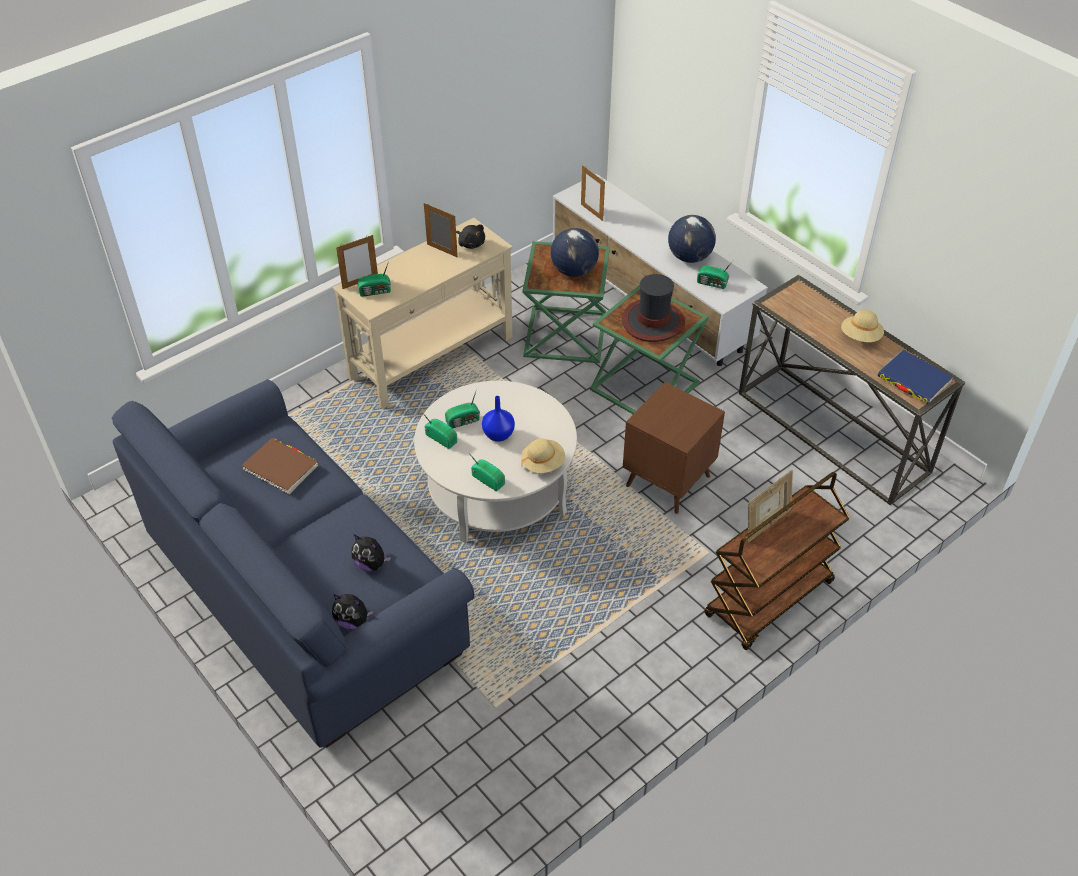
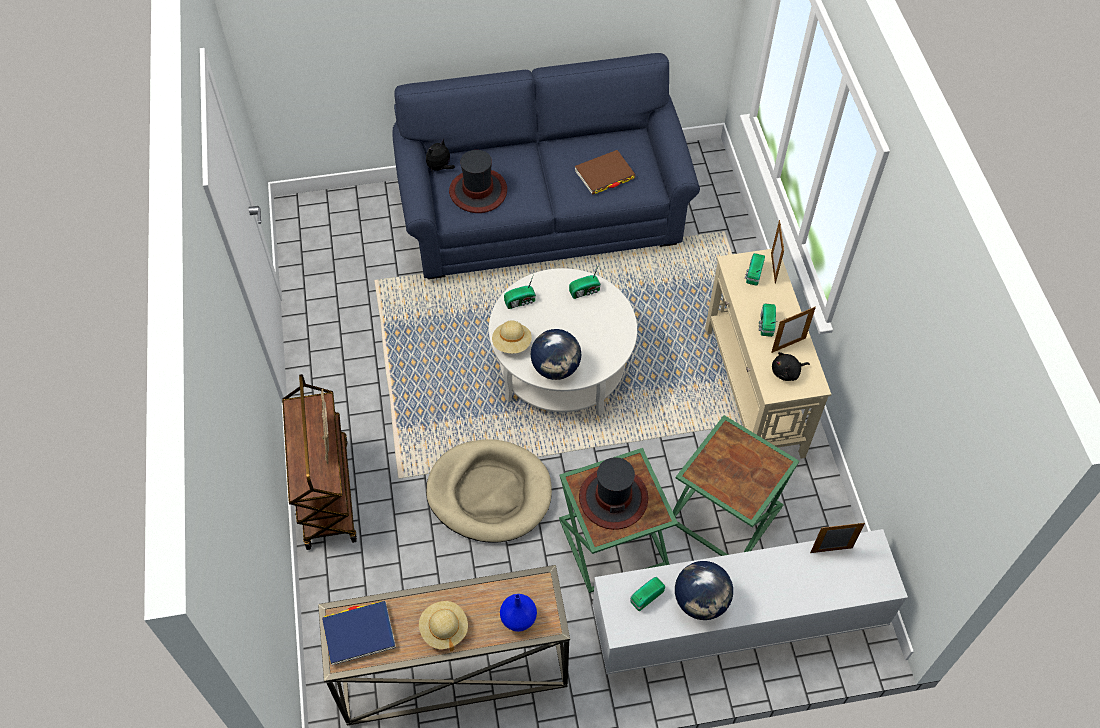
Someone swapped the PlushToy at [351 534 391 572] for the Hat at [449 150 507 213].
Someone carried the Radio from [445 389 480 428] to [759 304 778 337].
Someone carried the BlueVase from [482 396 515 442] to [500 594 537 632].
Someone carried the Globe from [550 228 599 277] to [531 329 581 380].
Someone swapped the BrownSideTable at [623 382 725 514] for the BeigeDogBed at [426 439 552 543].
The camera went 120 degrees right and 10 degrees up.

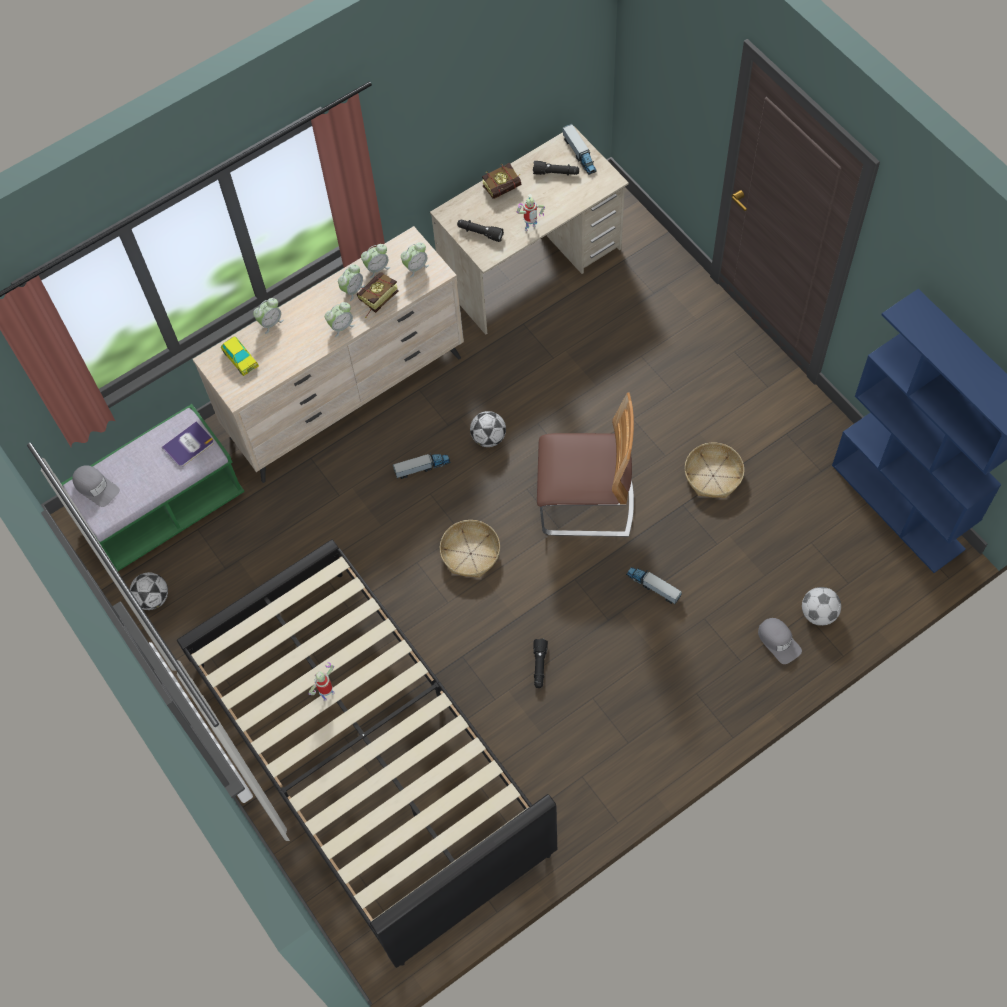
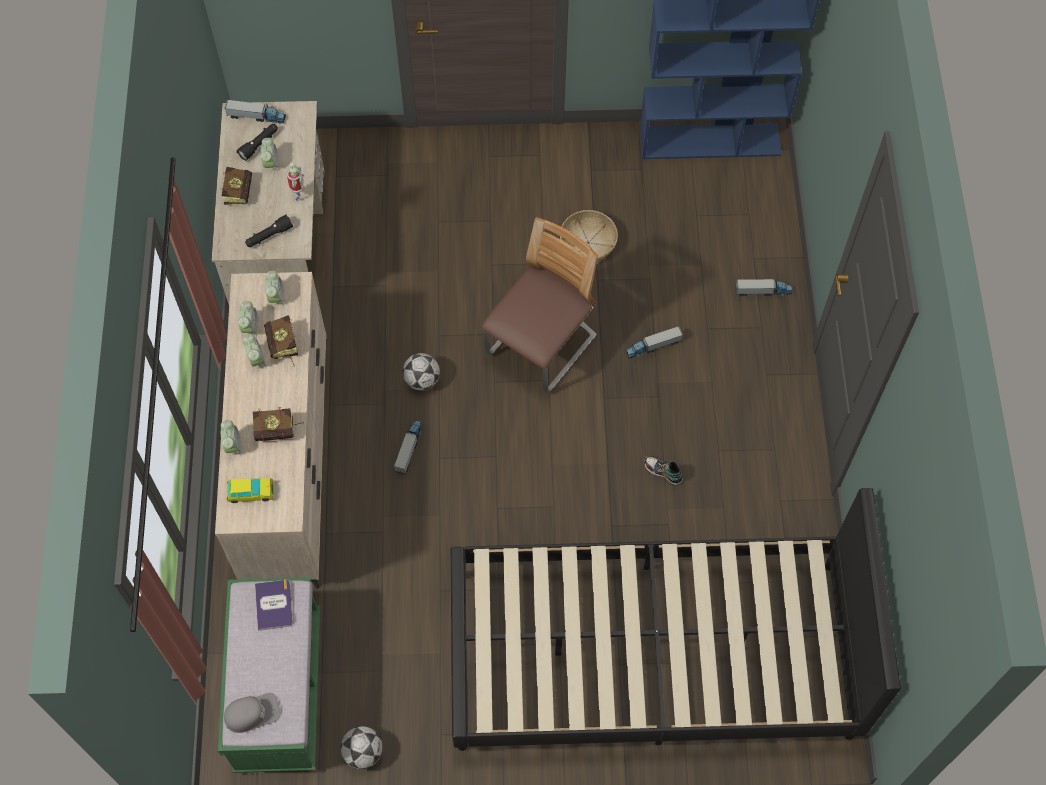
Someone took away the ToyRobot at [308 662 335 701].
Someone carried the AlarmClock from [325 302 355 337] to [261 138 279 174].
Someone took away the Basket at [440 520 500 578].
Someone swapped the BlackFlashlight at [533 639 548 688] for the Shoe at [644 456 683 485].
Someone swapped the GreyCap at [758 618 802 664] for the ToyTruck at [735 279 792 296].
Someone took away the Football at [802 587 841 626].
Someone put down the Book at [253 407 304 441].
The camera went 60 degrees left and 0 degrees up.

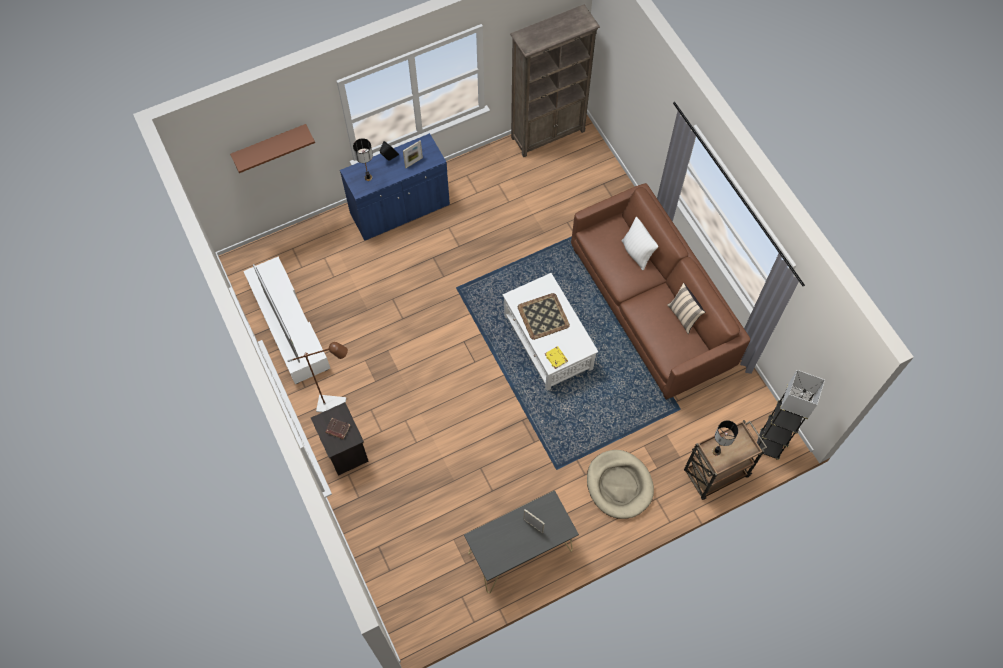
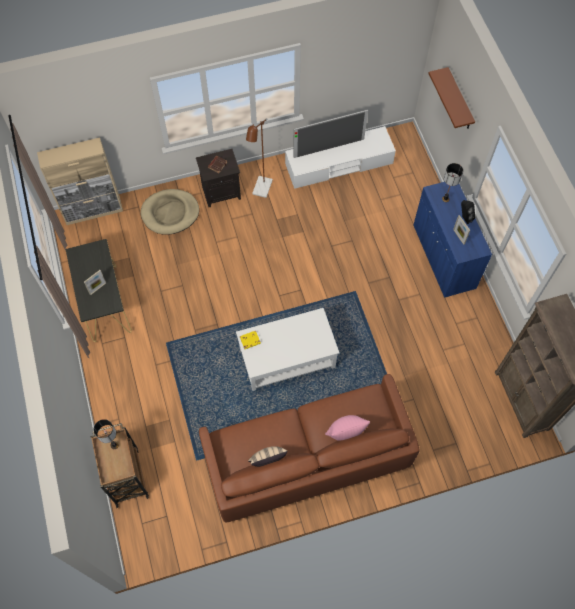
Someone took away the Tray at [518 293 570 340].
Someone carried the BeigeDogBed from [587 450 654 519] to [141 189 199 235].
Someone repainted the WhitePillow at [622 217 658 270], which became the PinkPillow at [325 415 370 441].
Someone took away the GreyFloorLamp at [757 370 825 460].
Someone put down the BeigeCabinet at [37 137 123 225].
The camera went 100 degrees right and 0 degrees up.

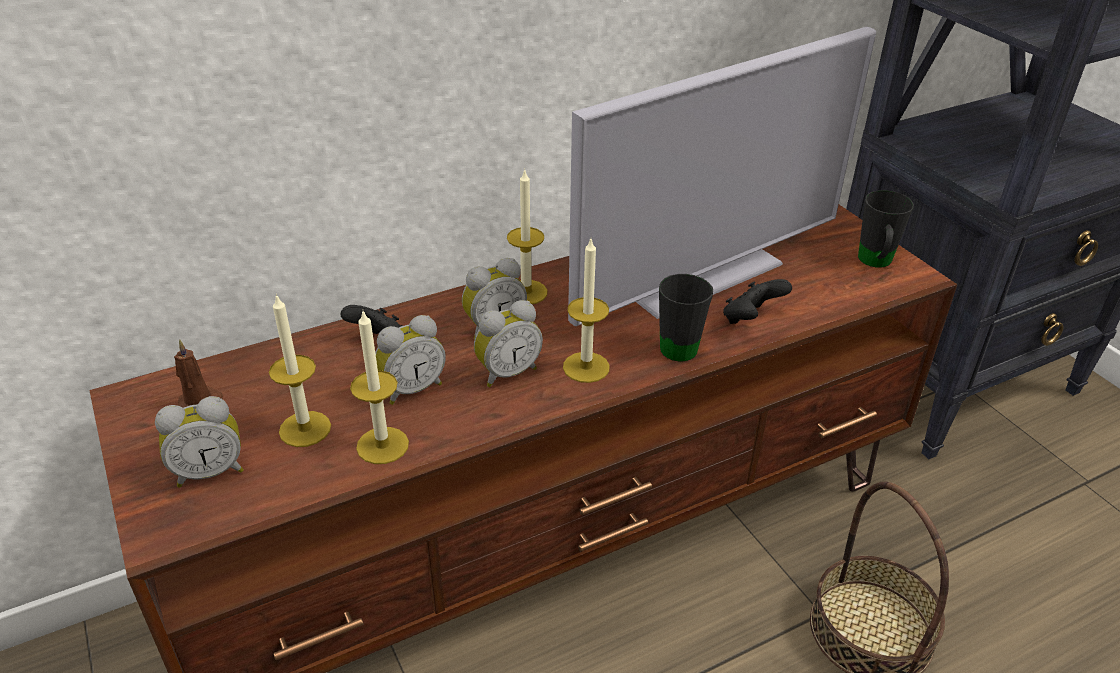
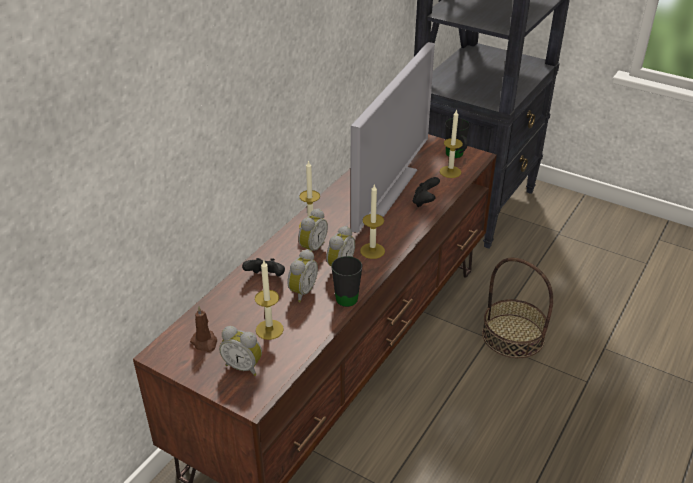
Someone rotated the AlarmClock at [155 396 244 488] by 75 degrees clockwise.
Someone carried the Candle from [350 312 409 464] to [440 109 463 178].
Someone carried the BlackMug from [659 274 713 361] to [331 256 362 307].
The camera went 30 degrees left and 0 degrees up.

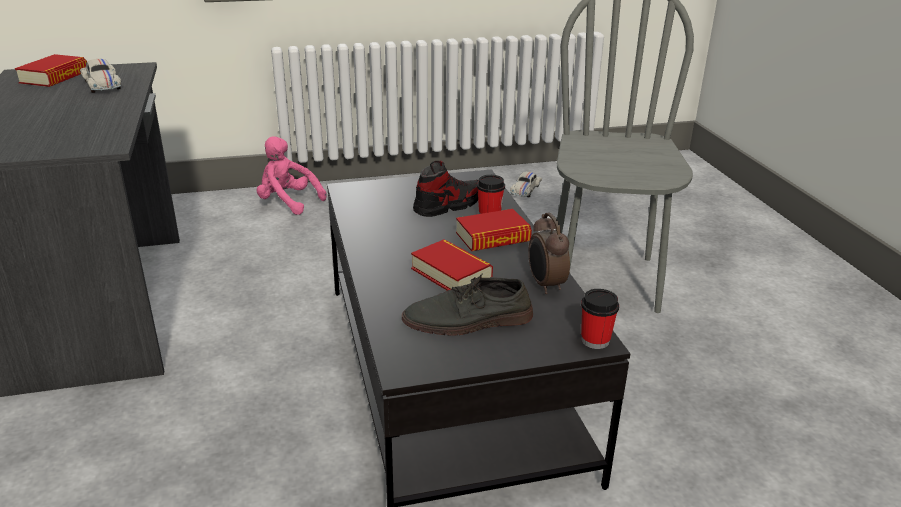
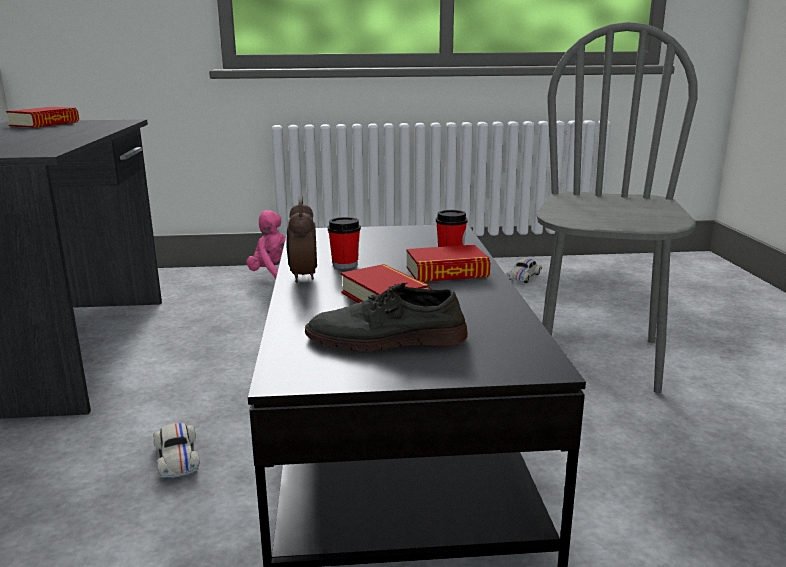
Someone carried the WhiteToyCar from [80 59 121 93] to [153 423 200 478].
Someone took away the Shoe at [413 161 479 217].
Someone carried the AlarmClock from [528 213 570 294] to [287 196 317 282].
Someone carried the Cup from [581 289 619 349] to [328 217 361 269].
The camera went 10 degrees right and 10 degrees down.

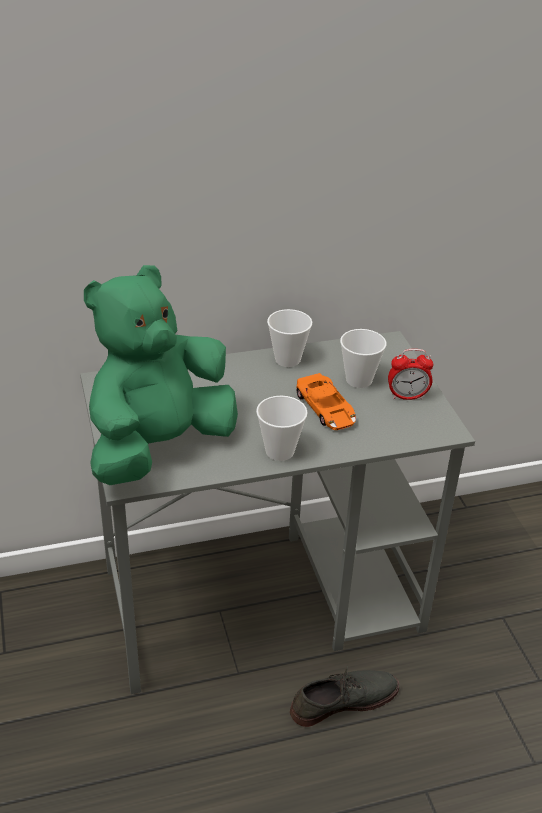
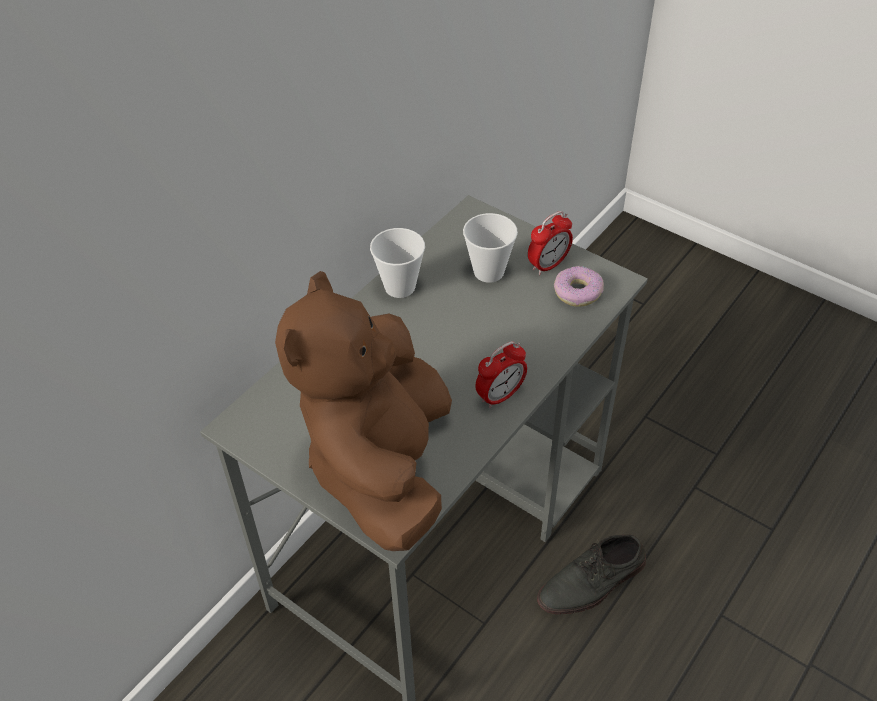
Someone repainted the GreenPlushToy at [84 265 238 485], which became the BrownPlushToy at [275 271 452 551].
Someone swapped the Cup at [256 396 308 461] for the AlarmClock at [475 341 527 408].
Someone rotated the GreyShoe at [290 666 399 727] by 150 degrees counterclockwise.
Someone took away the OrangeToyCar at [296 373 356 430].
Someone put down the Donut at [554 266 604 307].
The camera went 35 degrees left and 10 degrees up.

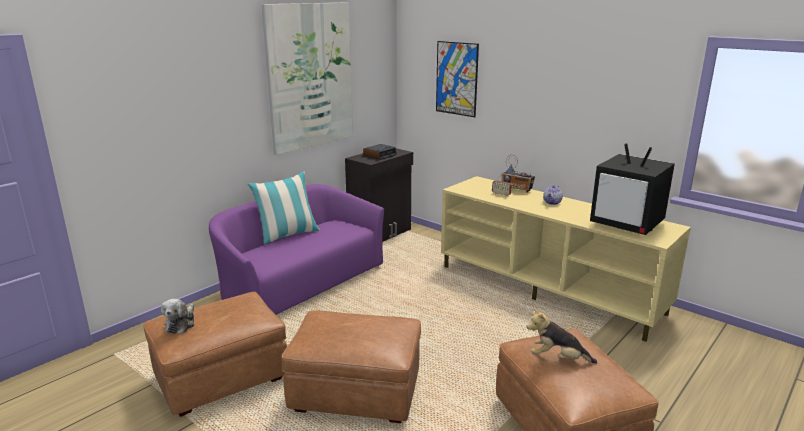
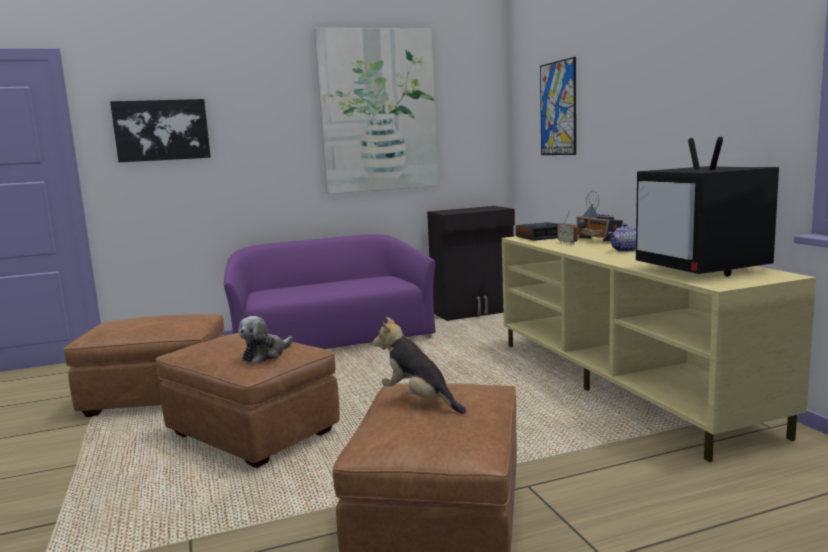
Someone carried the PlushToy from [161 299 195 334] to [238 316 293 363].
Someone took away the Pillow at [248 172 320 244].
Someone carried the AlarmClock from [363 144 397 160] to [516 222 557 241].
Someone put up the Picture at [110 99 211 162].
The camera went 30 degrees right and 10 degrees down.

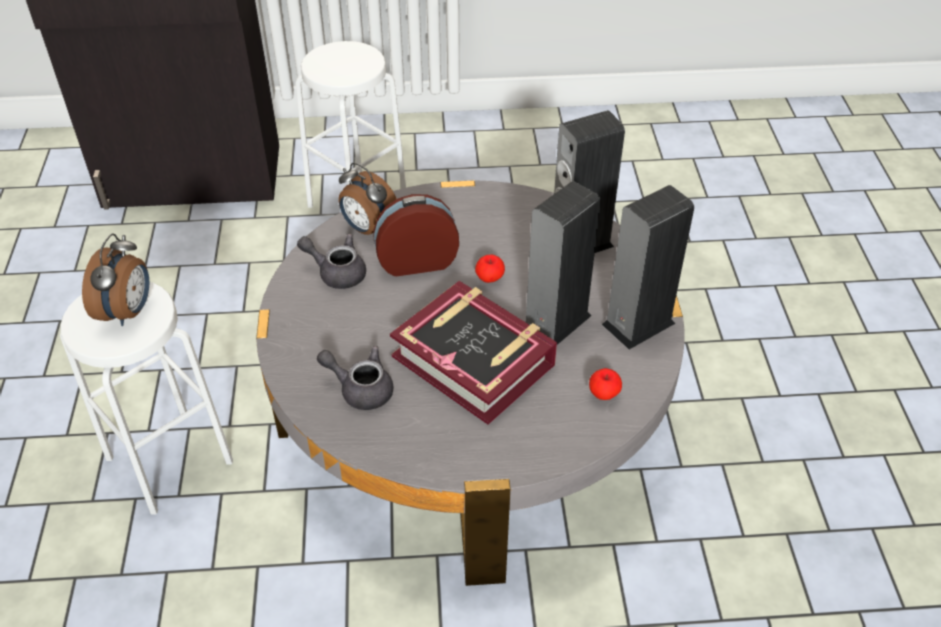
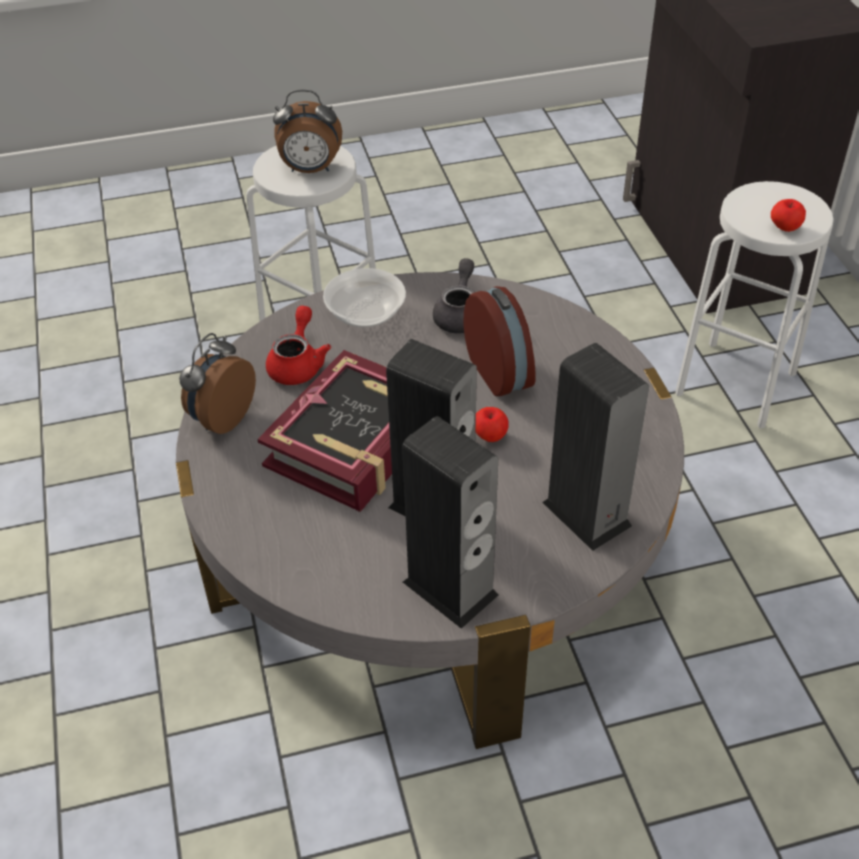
Someone repainted the GreyTeapot at [317 346 393 410], which became the RedTeapot at [266 306 331 385].
Someone carried the AlarmClock from [339 163 397 235] to [179 333 256 434].
Someone carried the Apple from [589 368 622 400] to [771 199 806 232].
Someone put down the Bowl at [323 268 406 327].
The camera went 80 degrees right and 0 degrees up.

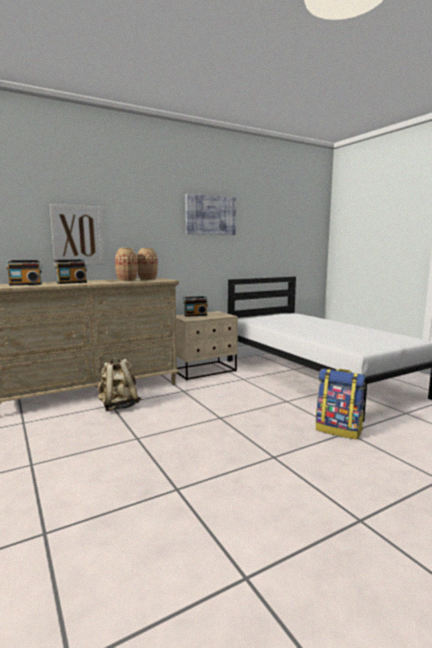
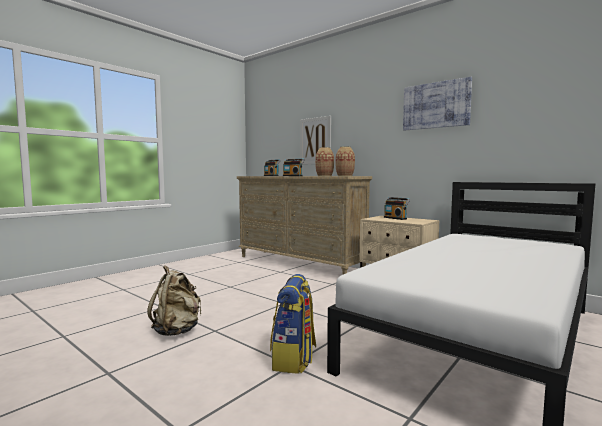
Someone carried the BeigeBackpack from [97 357 141 411] to [147 265 201 336].
The camera went 70 degrees right and 5 degrees down.

